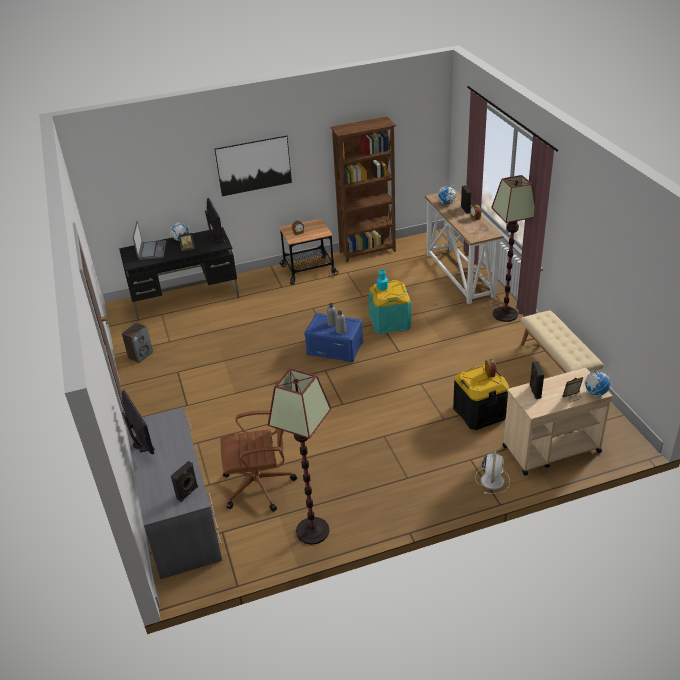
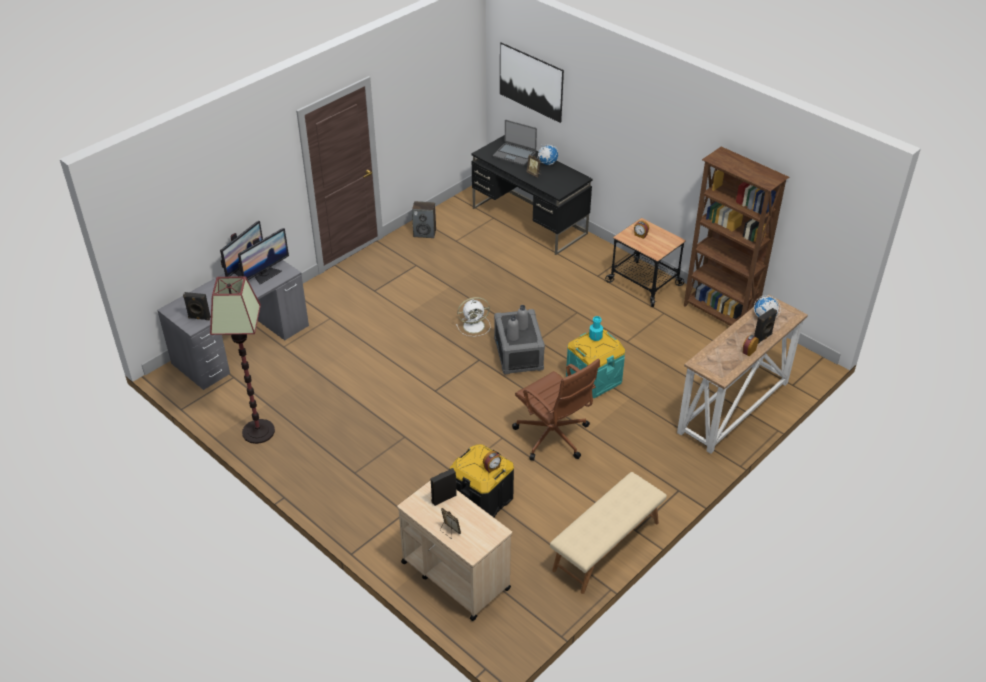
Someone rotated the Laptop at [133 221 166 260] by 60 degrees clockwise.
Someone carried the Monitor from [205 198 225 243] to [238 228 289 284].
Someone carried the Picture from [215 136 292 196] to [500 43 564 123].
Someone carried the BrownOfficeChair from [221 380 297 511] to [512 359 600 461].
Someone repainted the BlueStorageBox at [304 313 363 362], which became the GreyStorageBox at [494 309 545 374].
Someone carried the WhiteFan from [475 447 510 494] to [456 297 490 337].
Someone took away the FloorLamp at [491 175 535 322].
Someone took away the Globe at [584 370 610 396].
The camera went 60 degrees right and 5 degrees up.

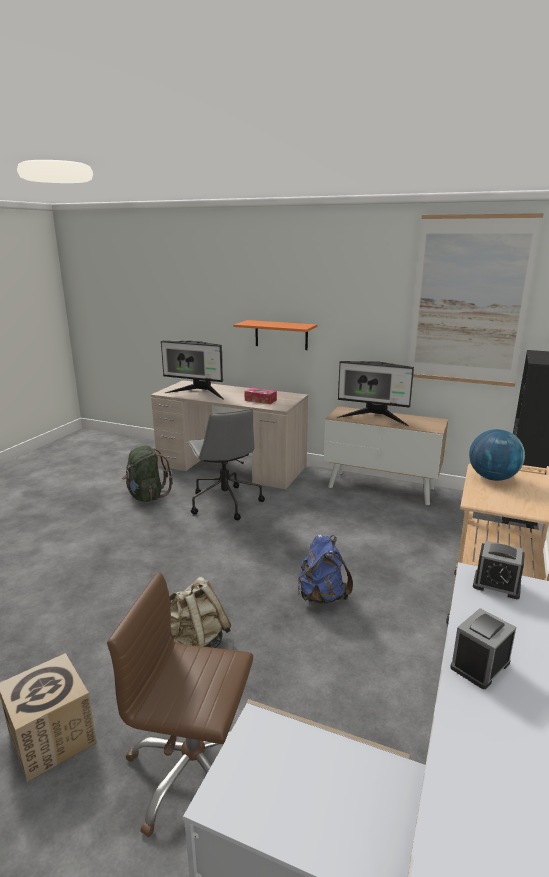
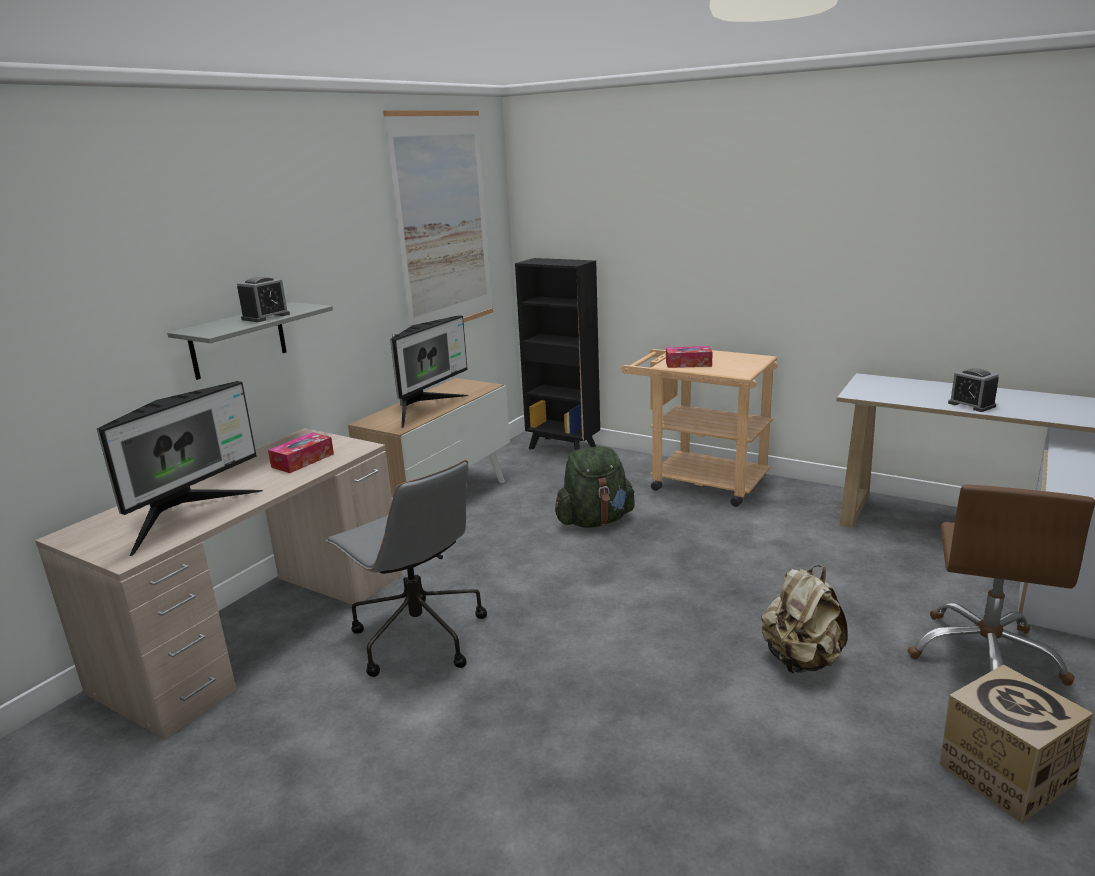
Someone carried the GreenBackpack from [122 446 173 502] to [555 446 635 528].
Someone rotated the GreyOfficeChair at [187 409 265 520] by 60 degrees clockwise.
Someone repainted the OrangeShelf at [233 320 317 350], which became the GreyShelf at [167 302 333 380].
Someone took away the BlueBackpack at [298 535 353 604].
Someone swapped the Globe at [469 429 525 481] for the TissueBox at [666 346 713 368].
Someone carried the AlarmClock from [473 541 525 599] to [237 277 290 322].
The camera went 80 degrees left and 0 degrees up.

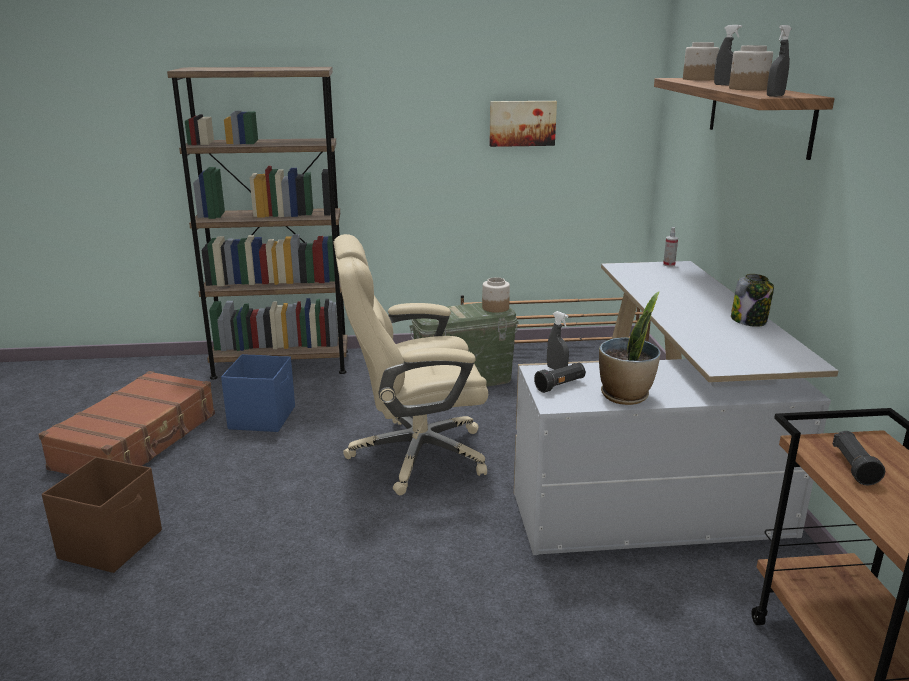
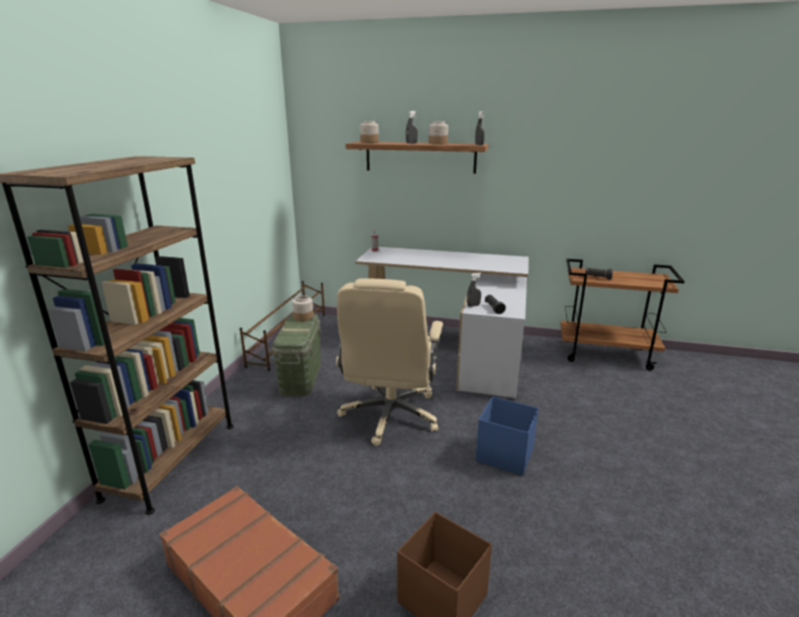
Someone carried the BlueStorageBox from [221 354 295 432] to [476 396 539 475].
Someone took away the Picture at [489 101 557 147].
Someone took away the PottedPlant at [599 291 660 405].
Someone took away the Jar at [731 274 774 327].
The camera went 70 degrees left and 0 degrees up.

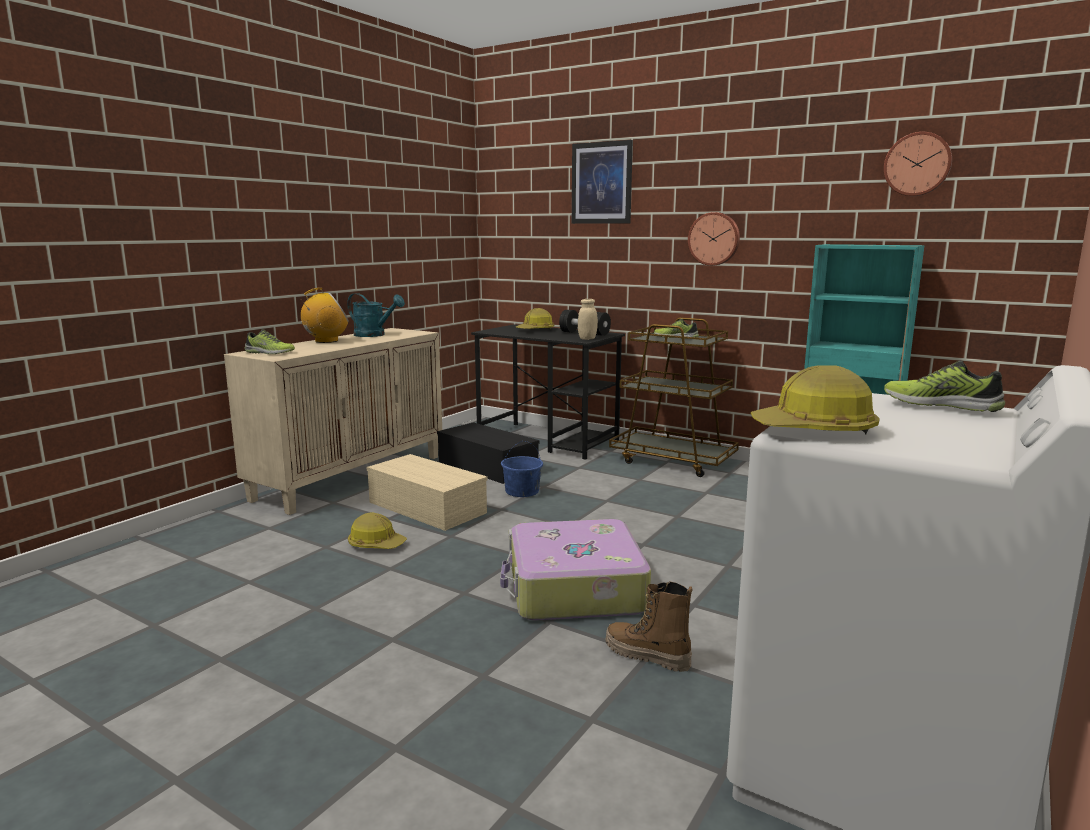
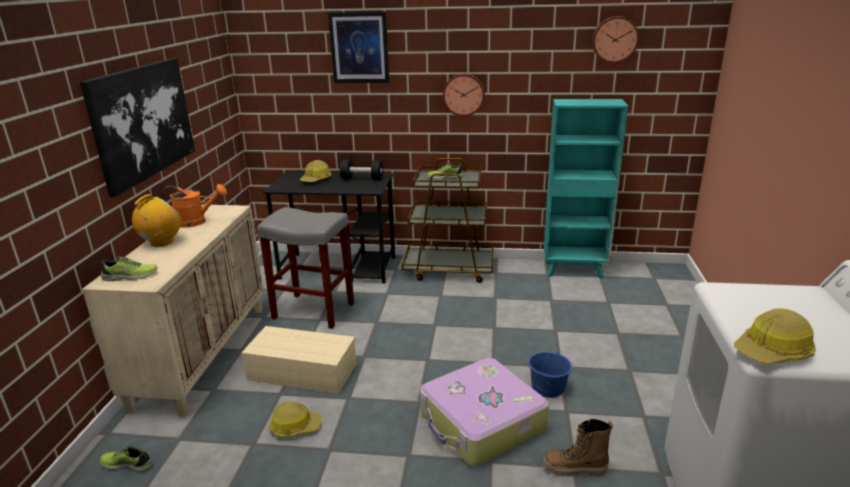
Someone repainted the TurquoiseWateringCan at [347 293 405 337], which became the OrangeWateringCan at [162 184 227 228].
Someone swapped the BlackStorageBox at [437 422 539 484] for the GreyStool at [257 207 354 329].
Someone carried the BlueBucket from [501 441 543 497] to [528 344 572 398].
Someone took away the BeigeJar at [578 299 598 340].
Someone carried the Shoe from [884 360 1005 412] to [100 446 153 472].
Someone put up the Picture at [80 58 195 197].
The camera went 25 degrees left and 10 degrees up.

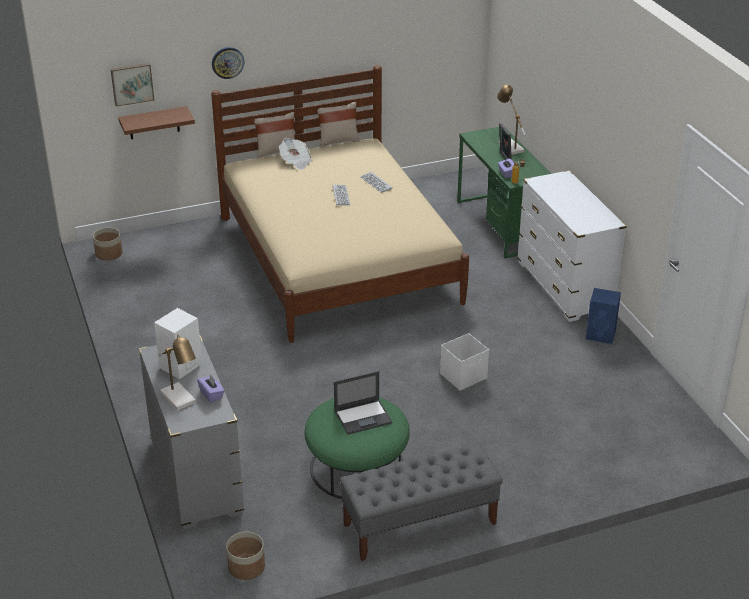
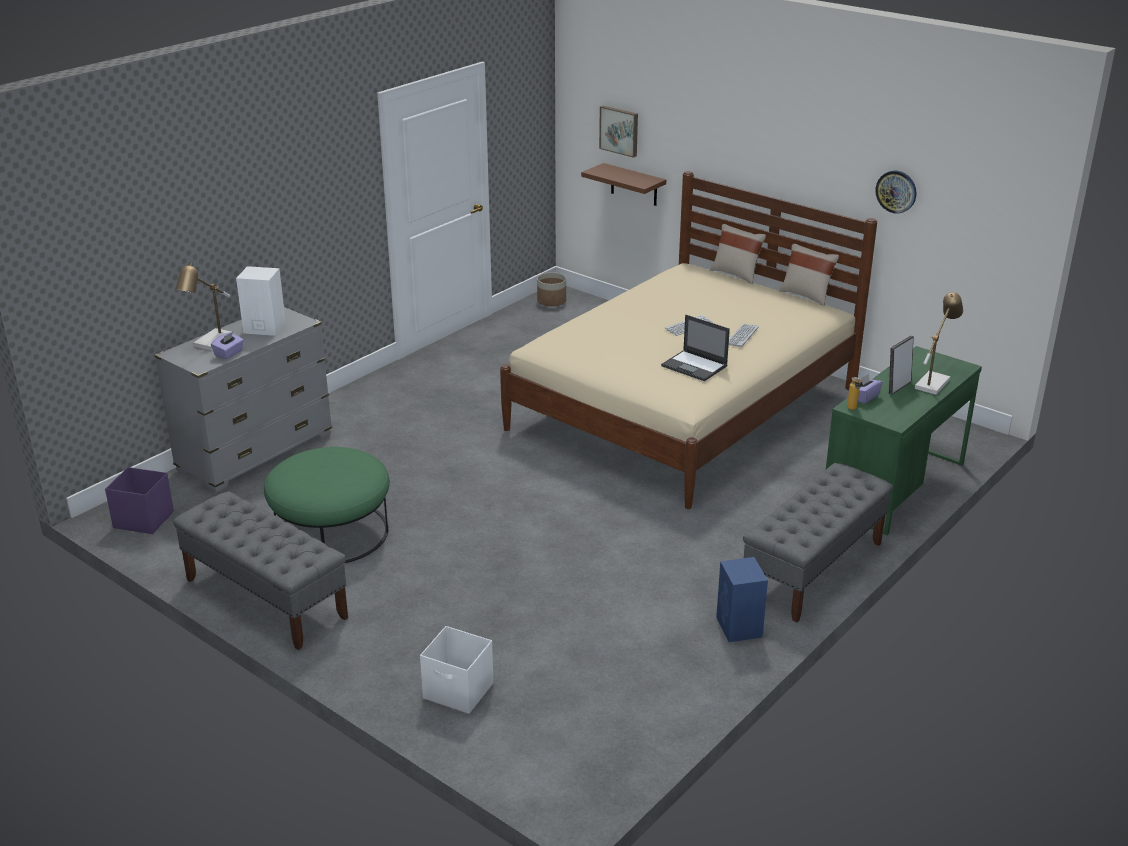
Someone carried the WallClock from [212 47 244 79] to [875 171 916 214].
Someone swapped the Planter at [226 532 265 580] for the PurpleStorageBox at [105 467 174 534].
Someone took away the Newspaper at [279 138 313 170].
Someone carried the Laptop from [334 371 393 435] to [661 315 730 381].
Someone carried the WhiteStorageBox from [440 333 489 391] to [420 626 494 714].
Someone swapped the WhiteDresser at [517 170 627 322] for the GreyBench at [743 463 893 623].
The camera went 60 degrees right and 5 degrees down.

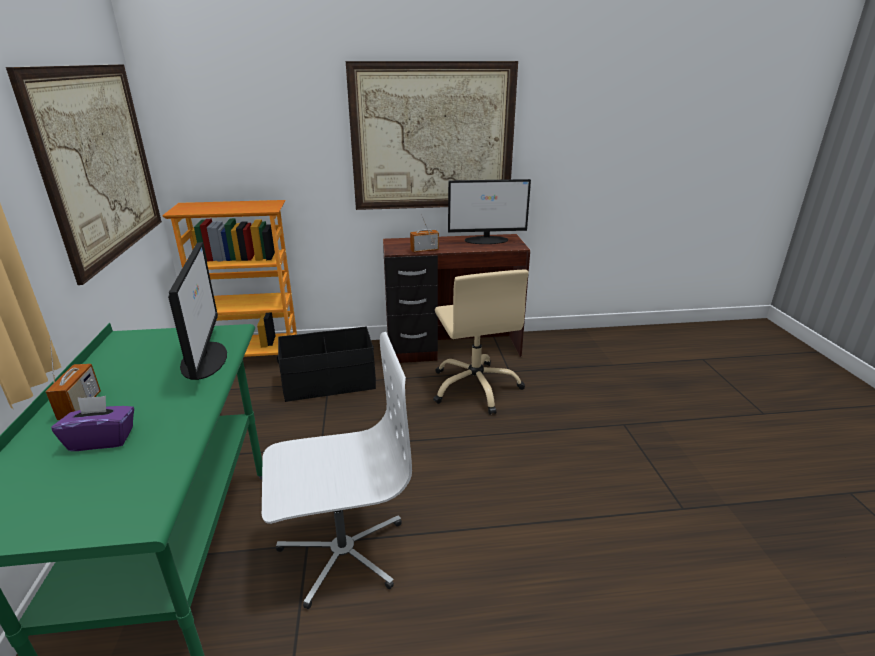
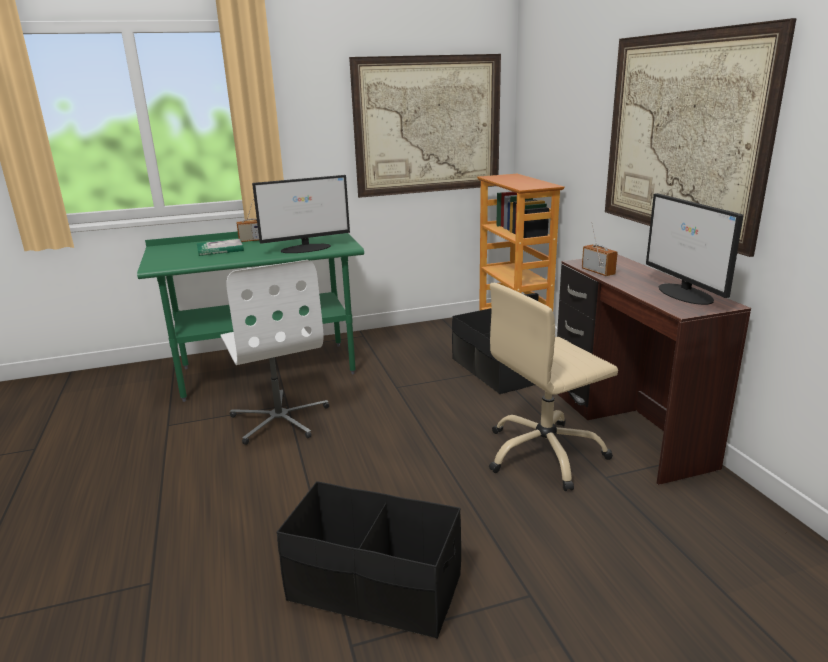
Someone swapped the PurpleTissueBox at [51 396 134 451] for the Book at [197 239 244 256].
Someone put down the BlackStorageBox at [276 481 461 639].
The camera went 80 degrees right and 5 degrees down.

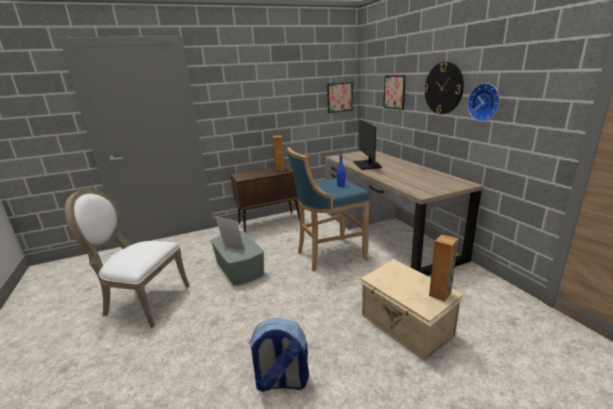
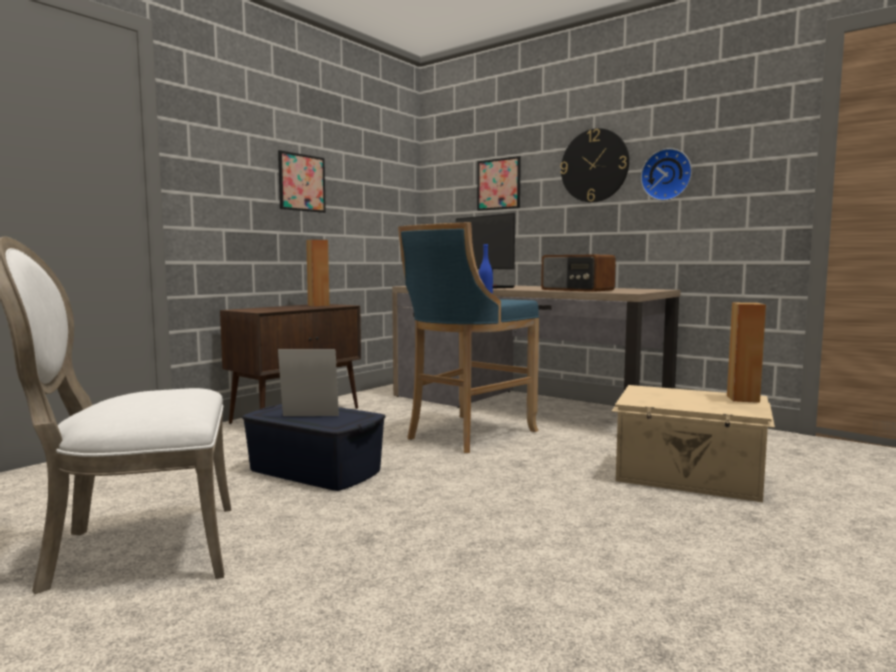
Someone repainted the GreyStorageBox at [211 231 264 285], which became the BlueStorageBox at [242 404 386 491].
Someone took away the Backpack at [248 318 309 392].
Someone carried the Picture from [327 82 353 113] to [278 150 326 213].
Someone put down the Radio at [541 255 616 292].
The camera went 30 degrees left and 15 degrees down.

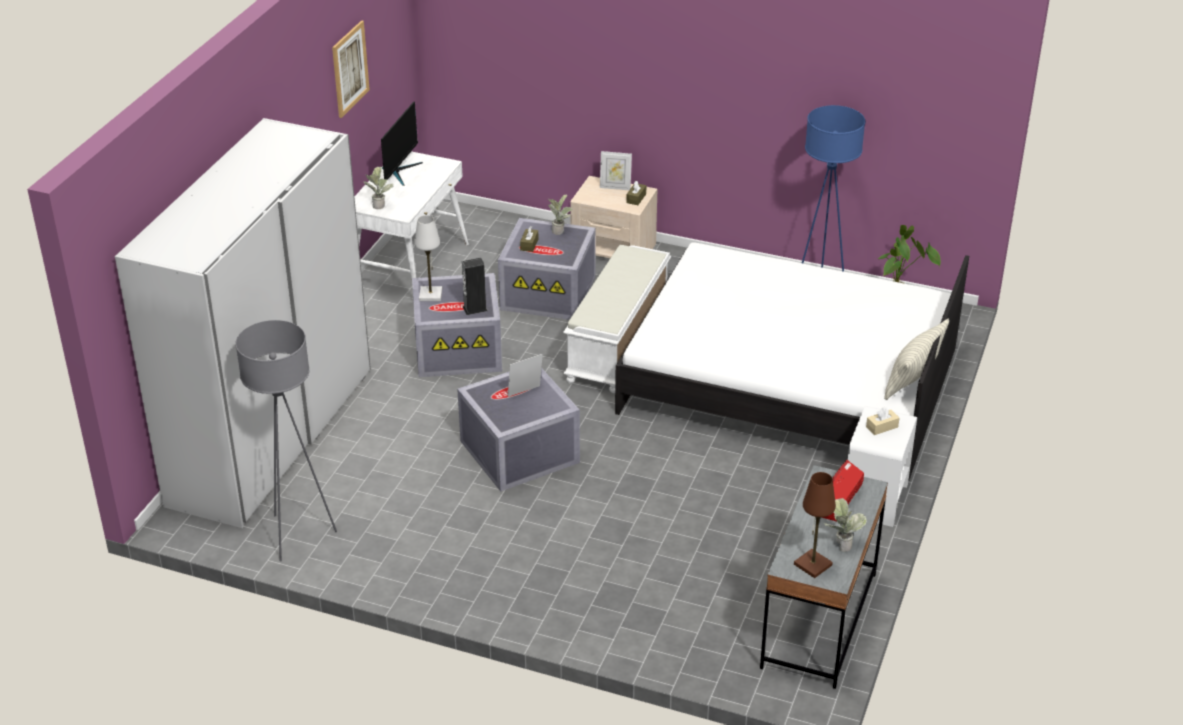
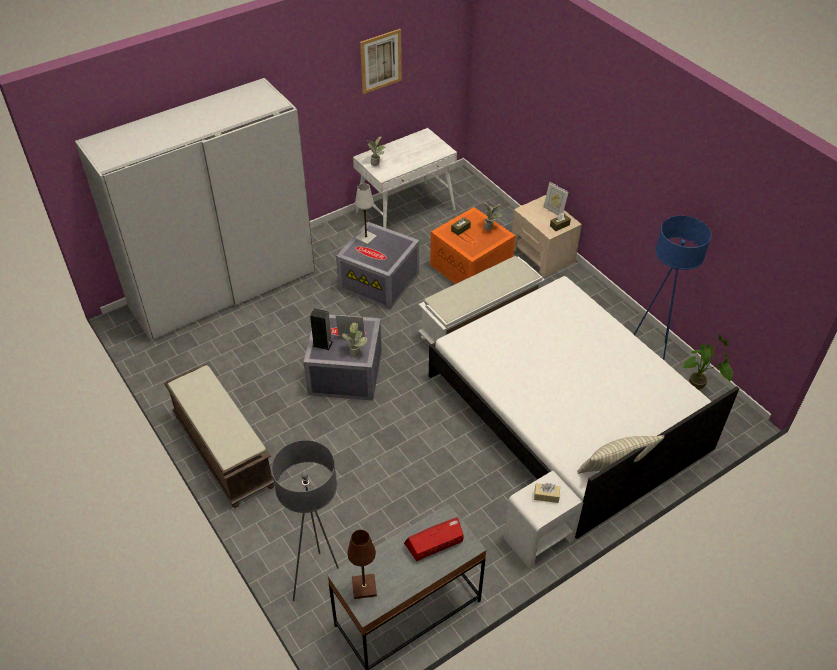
Someone carried the GreyFloorLamp from [235 320 337 561] to [271 440 339 601].
Someone took away the Monitor at [381 102 423 186].
Someone carried the Speaker from [462 258 488 315] to [310 308 333 350].
Someone repainted the GreyStorageBox at [498 218 596 320], which became the OrangeStorageBox at [430 207 515 284].
Someone carried the PottedPlant from [824 498 867 552] to [342 323 368 357].
Someone put down the BrownBench at [164 364 274 508].
The camera went 35 degrees right and 10 degrees up.

